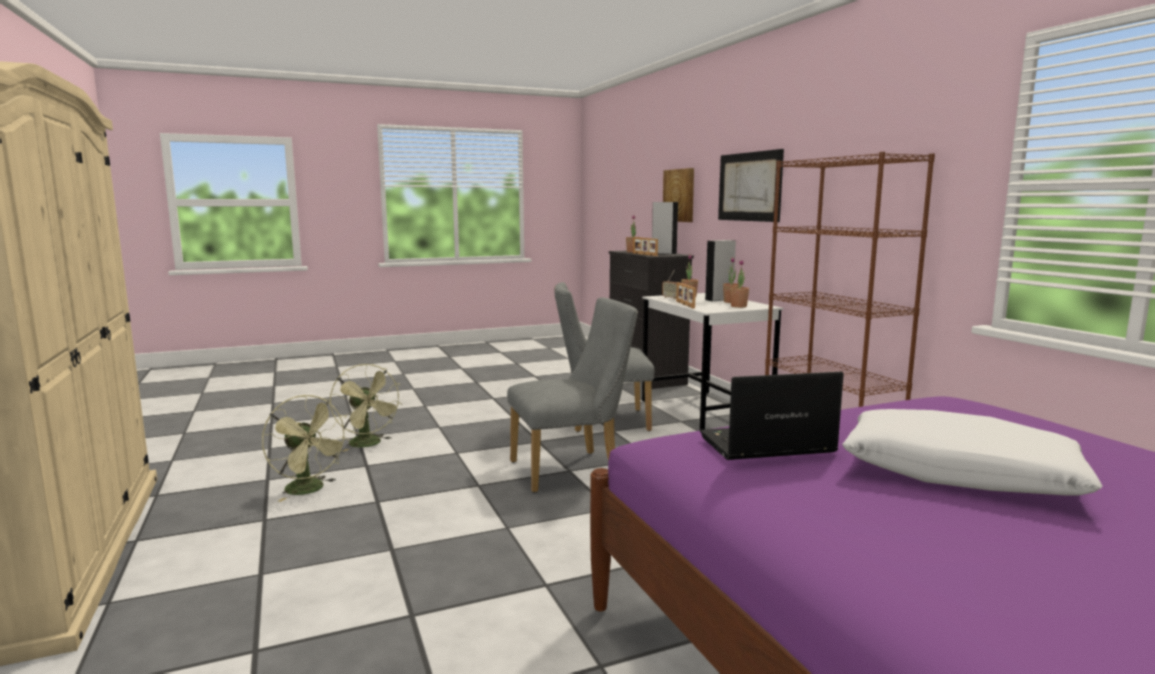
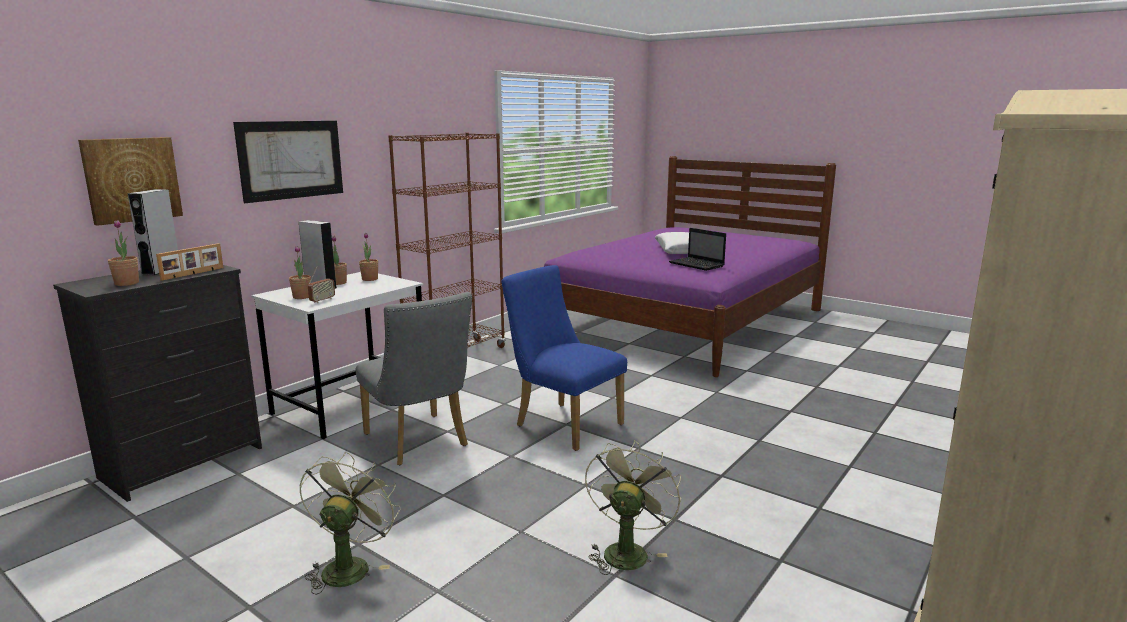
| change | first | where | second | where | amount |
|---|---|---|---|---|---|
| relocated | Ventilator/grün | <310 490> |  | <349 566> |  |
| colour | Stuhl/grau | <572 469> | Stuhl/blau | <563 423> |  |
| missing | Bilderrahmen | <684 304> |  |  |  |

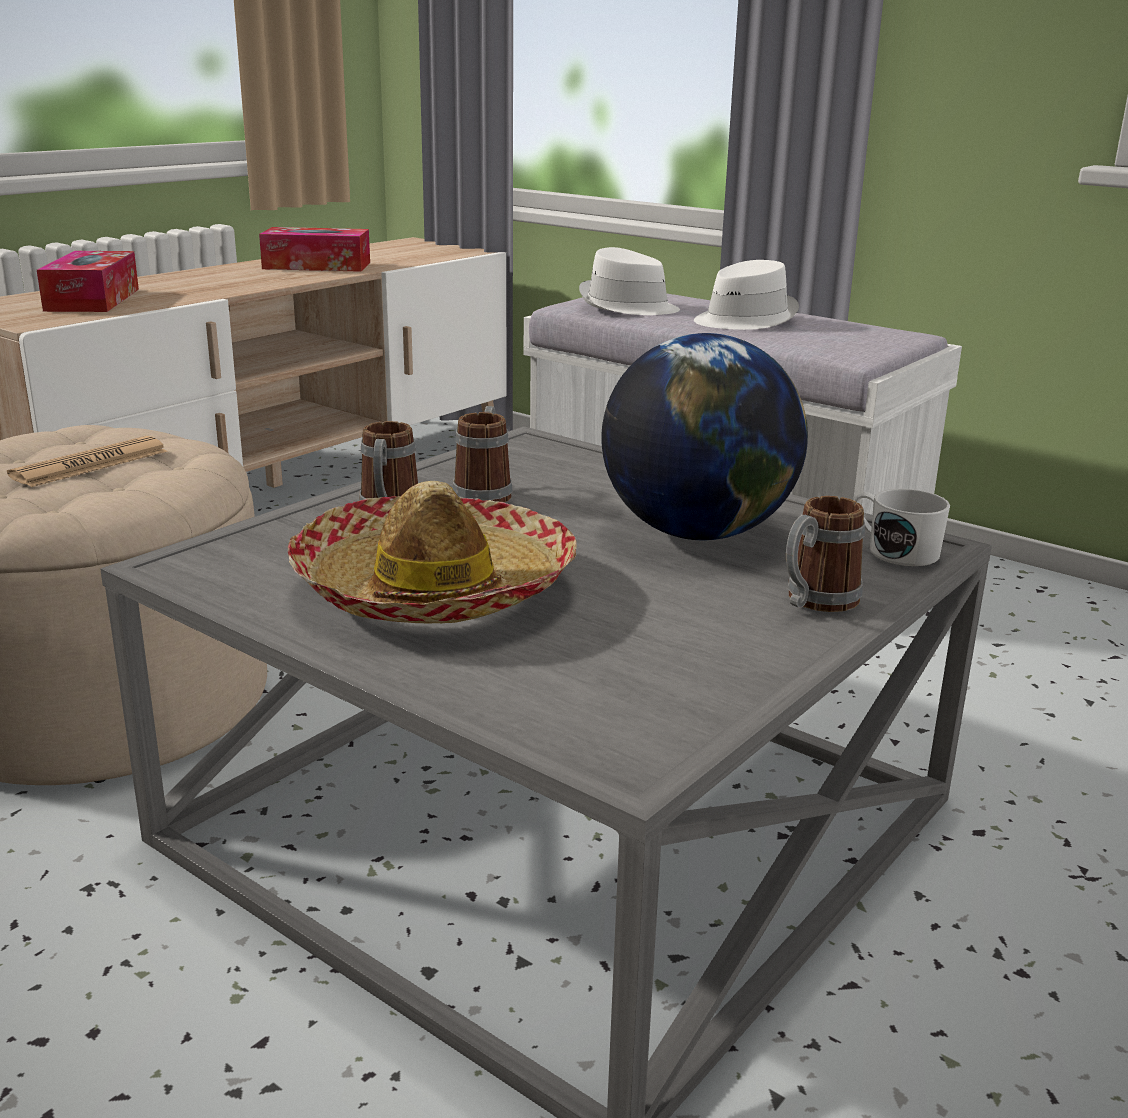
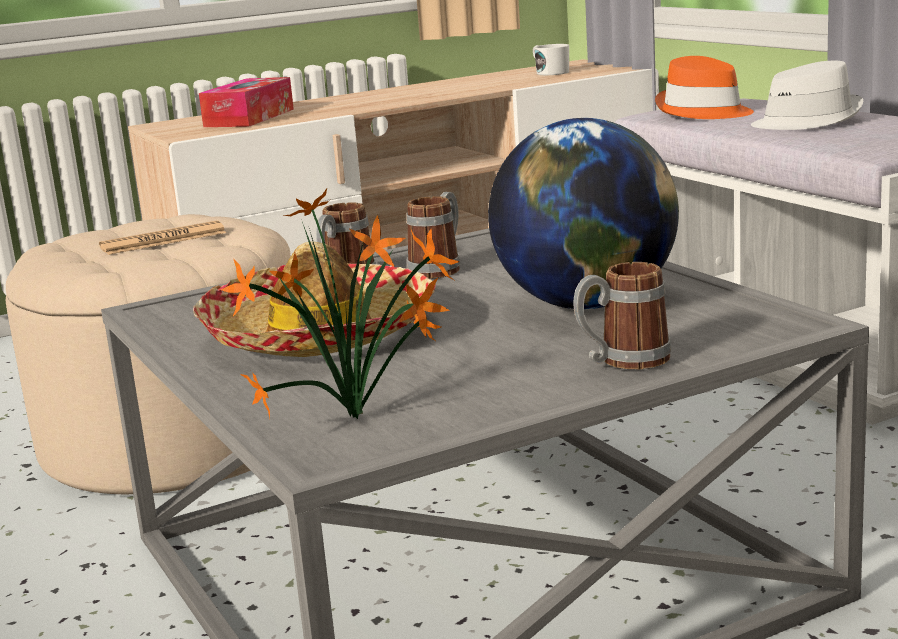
| change | first | where | second | where | amount |
|---|---|---|---|---|---|
| missing | Taschentuchbox | <317 266> |  |  |  |
| colour | Hut/weiß | <628 306> | Hut/orange | <704 111> |  |
| relocated | Henkelbecher/weiß | <894 551> |  | <549 72> |  |
| appeared |  |  | Topfpflanze | <363 418> |  |

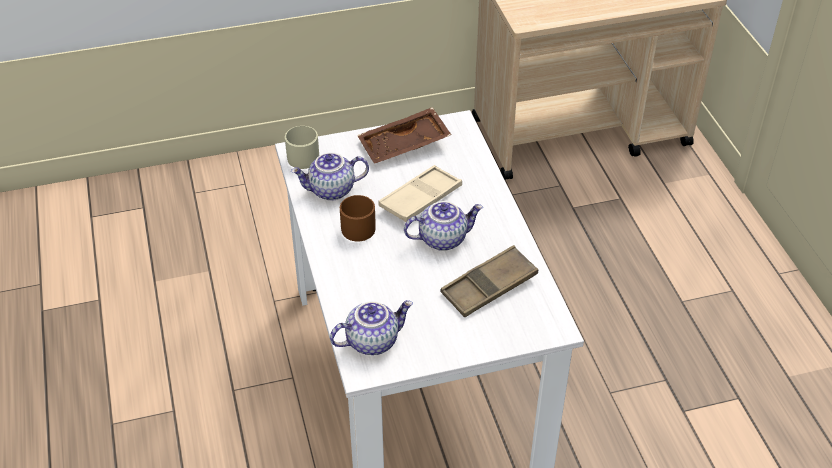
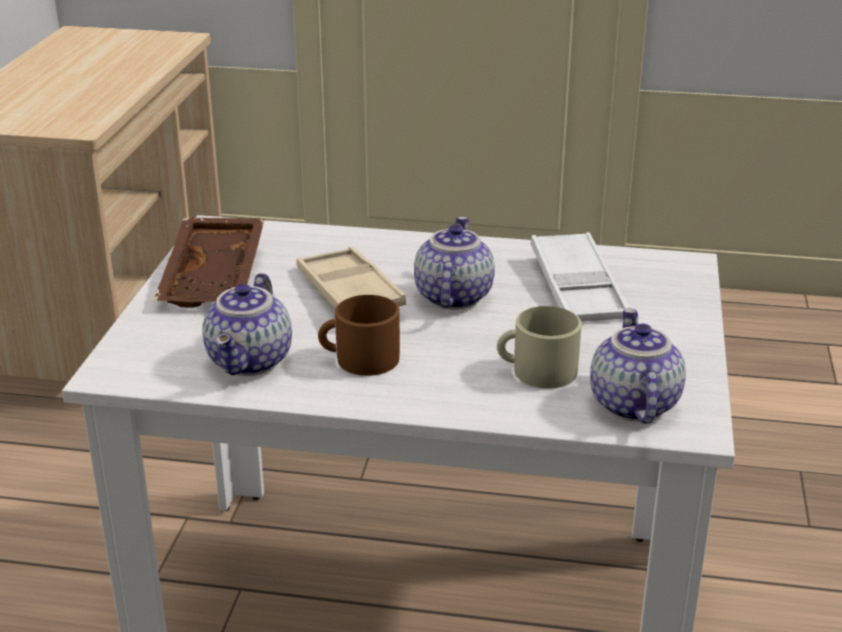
| change | first | where | second | where | amount |
|---|---|---|---|---|---|
| relocated | Henkelbecher/beige | <301 155> |  | <536 371> |  |
| colour | Tablett/braun | <489 286> | Tablett/weiß | <577 287> |  |

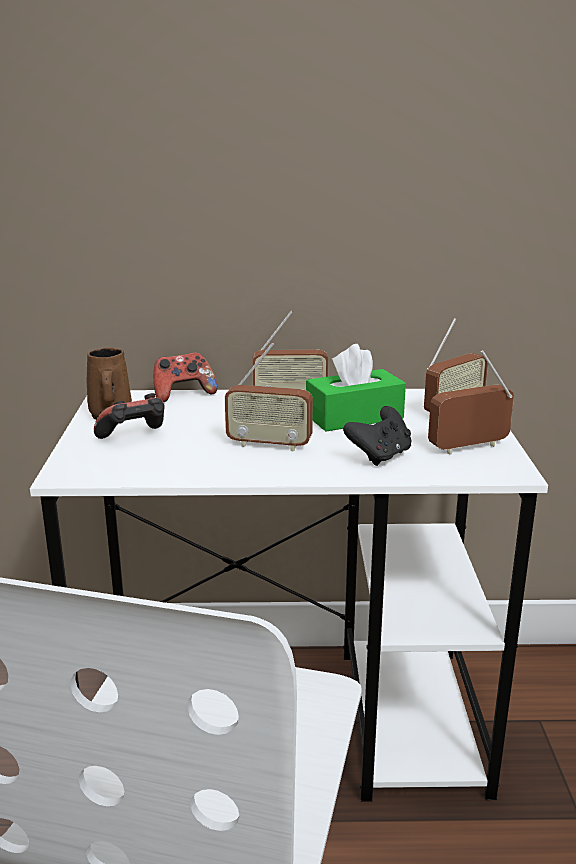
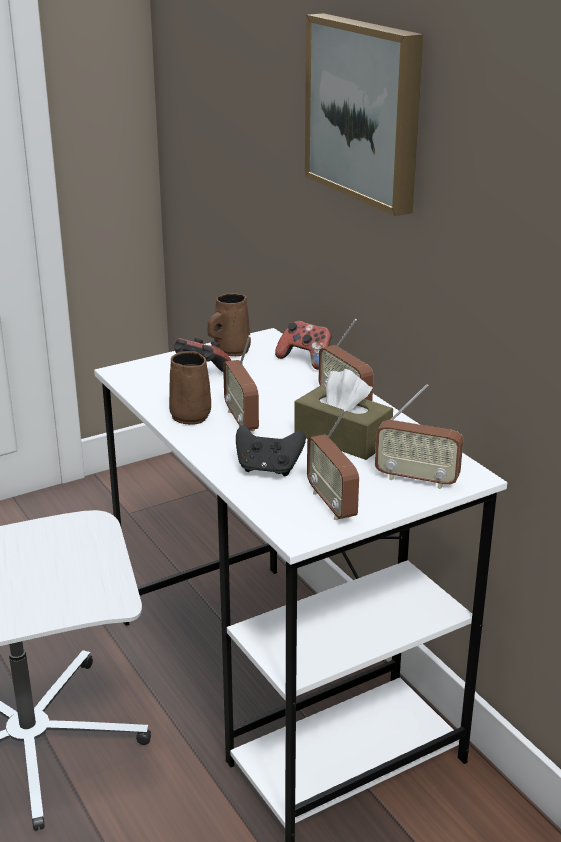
| change | first | where | second | where | amount |
|---|---|---|---|---|---|
| colour | Taschentuchbox/grün | <354 417> | Taschentuchbox/braun | <342 438> |  |
| spun | Radio | <468 447> |  | <332 504> | 150 degrees counterclockwise |
| appeared |  |  | Henkelbecher/braun | <190 415> |  |
| appeared |  |  | Bild | <367 110> |  |

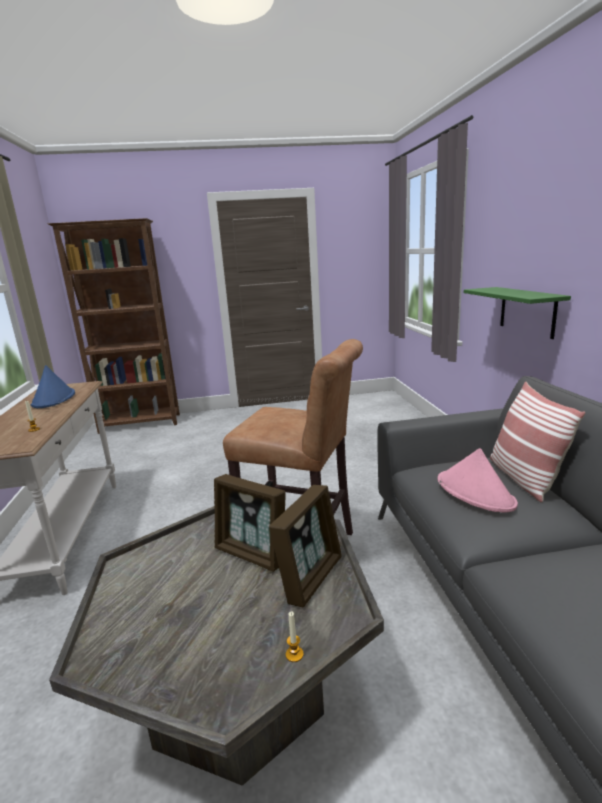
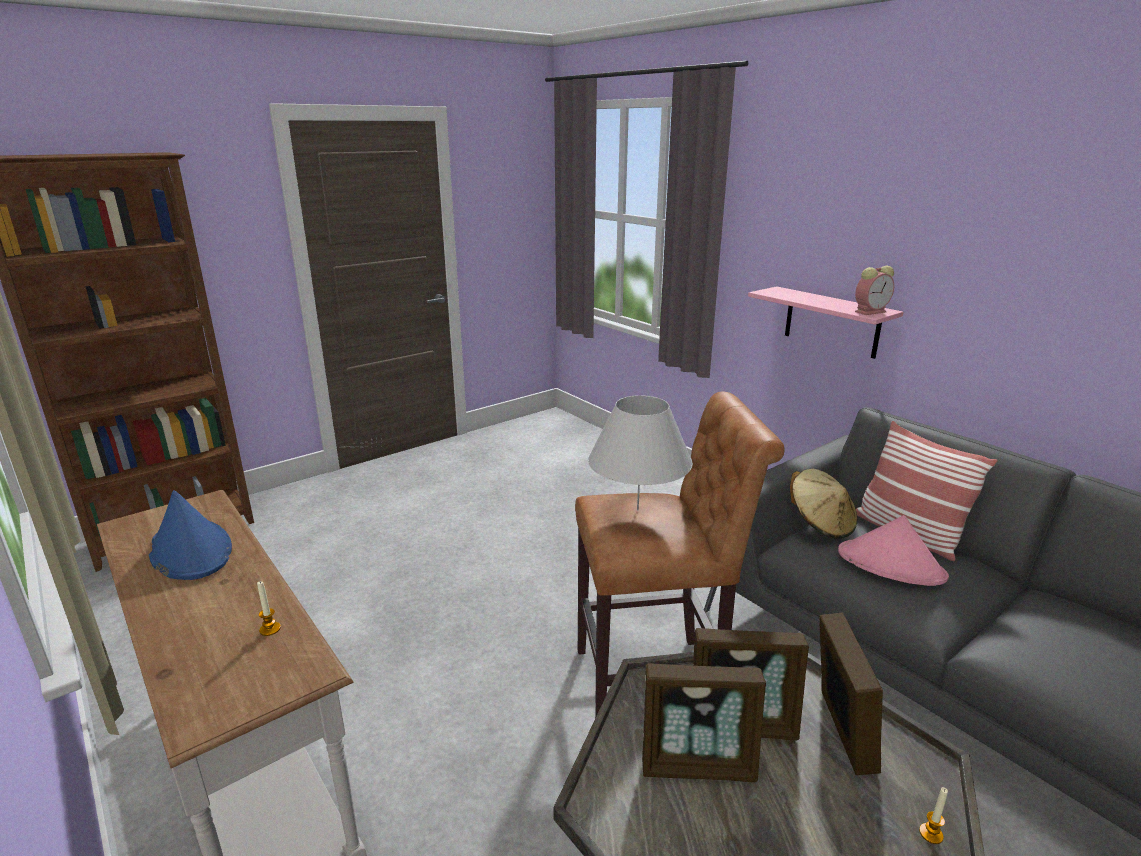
| change | first | where | second | where | amount |
|---|---|---|---|---|---|
| colour | Wandregal/grün | <527 311> | Wandregal/rosa | <831 322> |  |
| appeared |  |  | Tischlampe/weiß | <637 510> |  |
| appeared |  |  | Bilderrahmen | <698 765> |  |
| appeared |  |  | Hut/beige | <821 523> |  |
| appeared |  |  | Wecker | <871 311> |  |

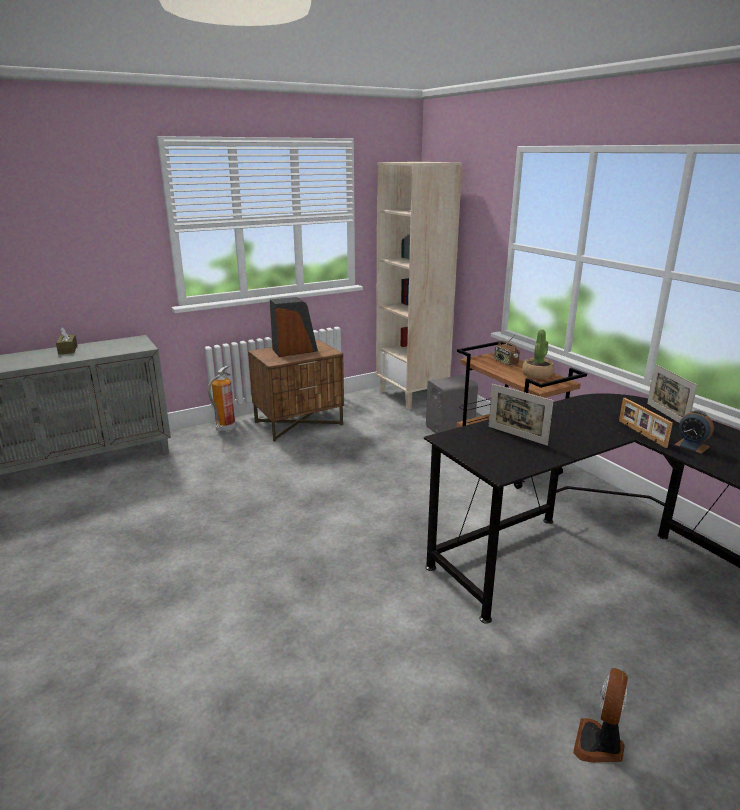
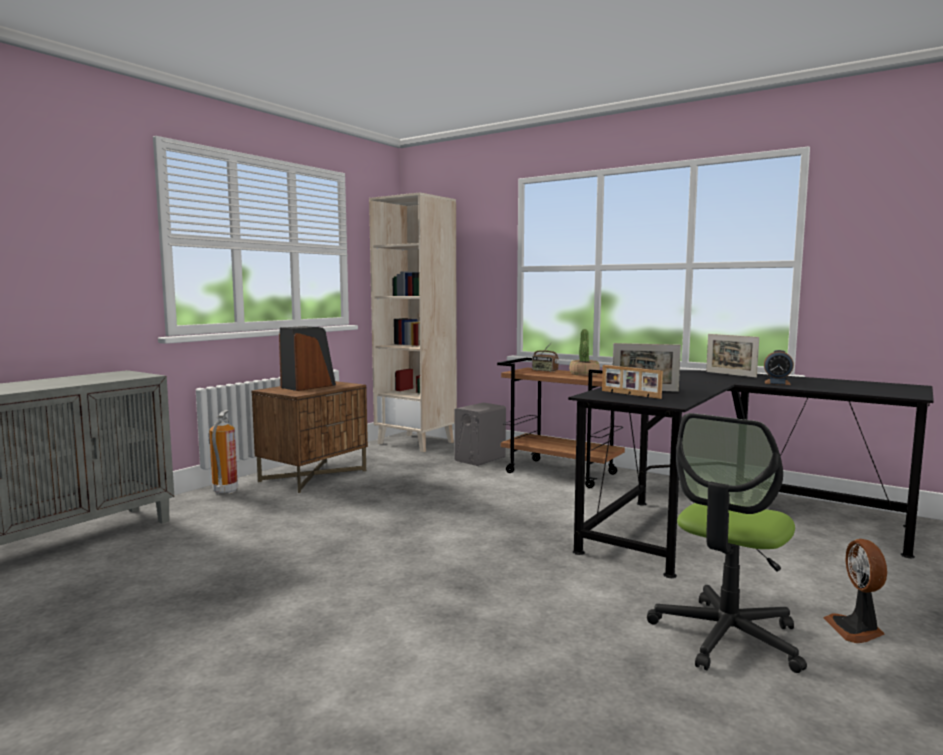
| change | first | where | second | where | amount |
|---|---|---|---|---|---|
| missing | Taschentuchbox/braun | <68 350> |  |  |  |
| relocated | Bilderrahmen | <641 433> |  | <630 394> |  |
| appeared |  |  | Bürostuhl | <726 637> |  |

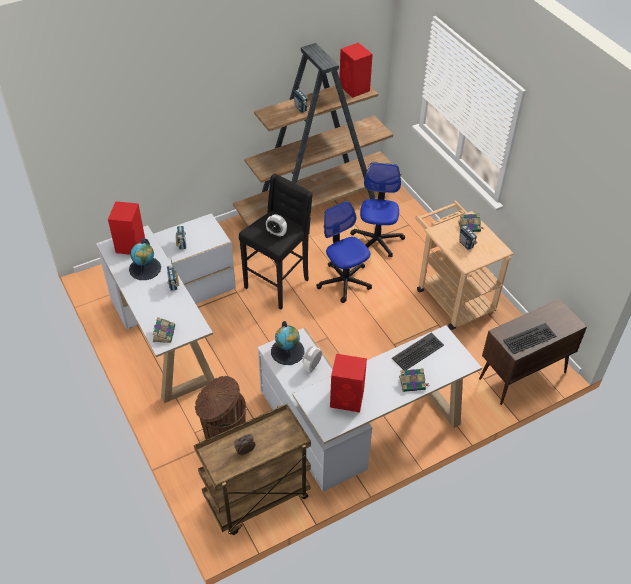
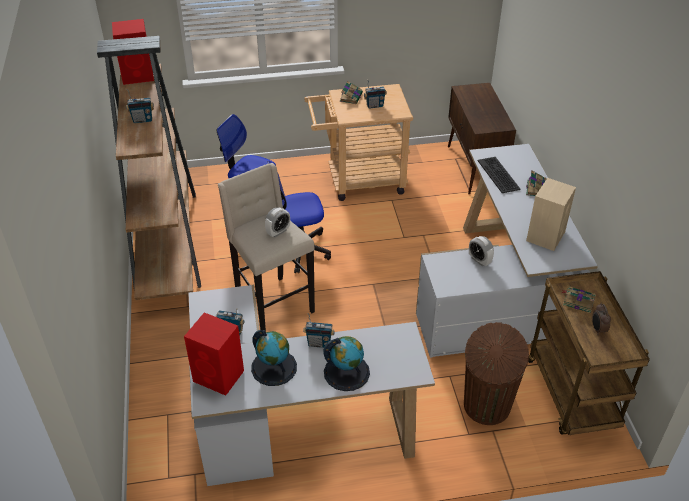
| change | first | where | second | where | amount |
|---|---|---|---|---|---|
| relocated | Buch | <164 333> |  | <578 301> |  |
| colour | Hocker/schwarz | <278 284> | Hocker/beige | <272 304> |  |
| relocated | Globus | <287 351> |  | <346 372> |  |
| colour | Lautsprecher/rot | <348 399> | Lautsprecher/beige | <546 235> |  |
| missing | Tastatur | <530 339> |  |  |  |

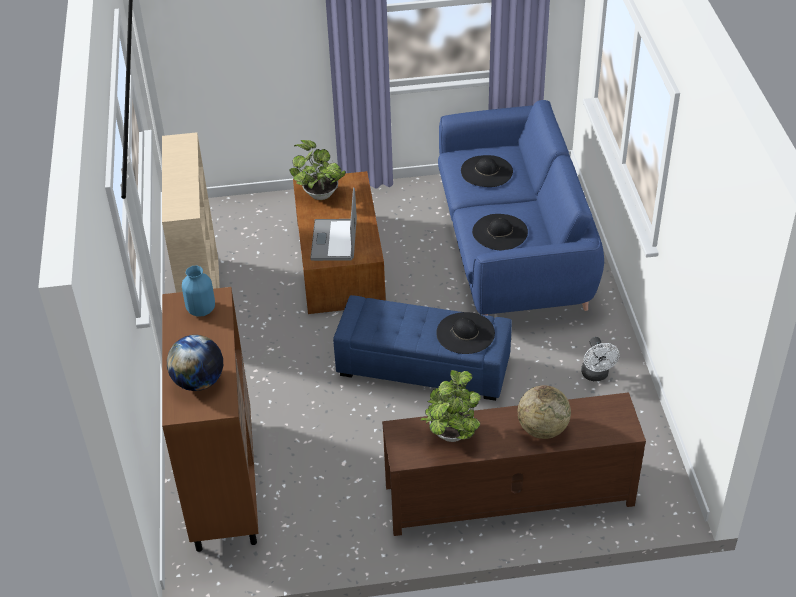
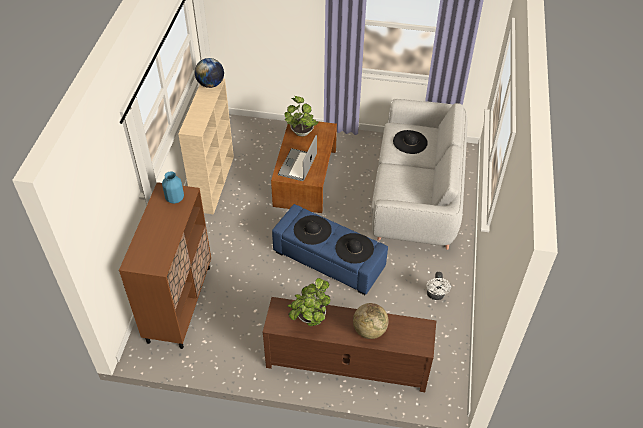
| change | first | where | second | where | amount |
|---|---|---|---|---|---|
| relocated | Globus | <199 381> |  | <211 84> |  |
| colour | Sofa/blau | <513 249> | Sofa/grau | <416 195> |  |
| relocated | Hut/schwarz | <500 232> |  | <312 230> |  |

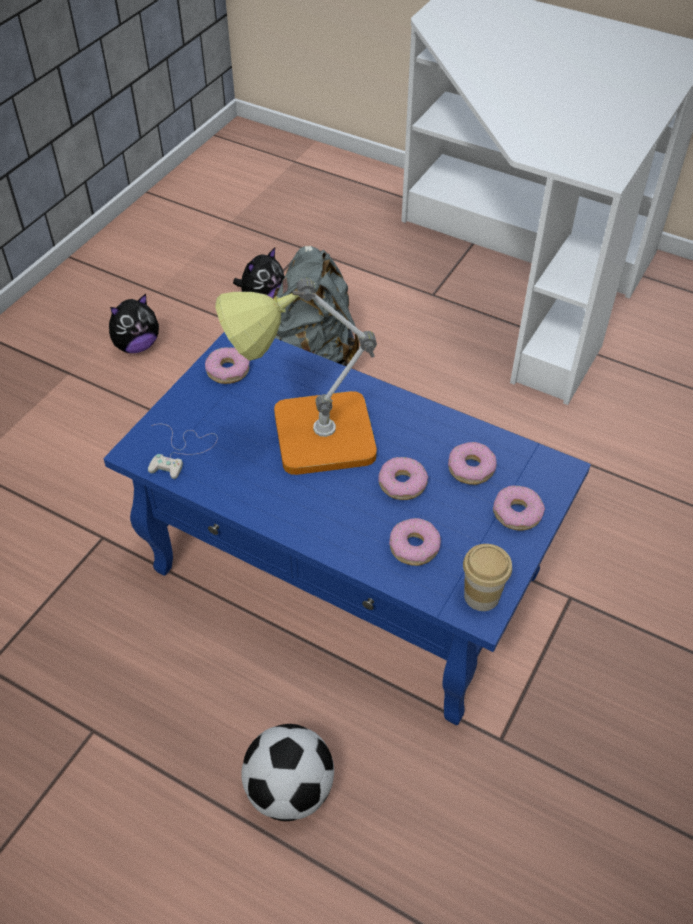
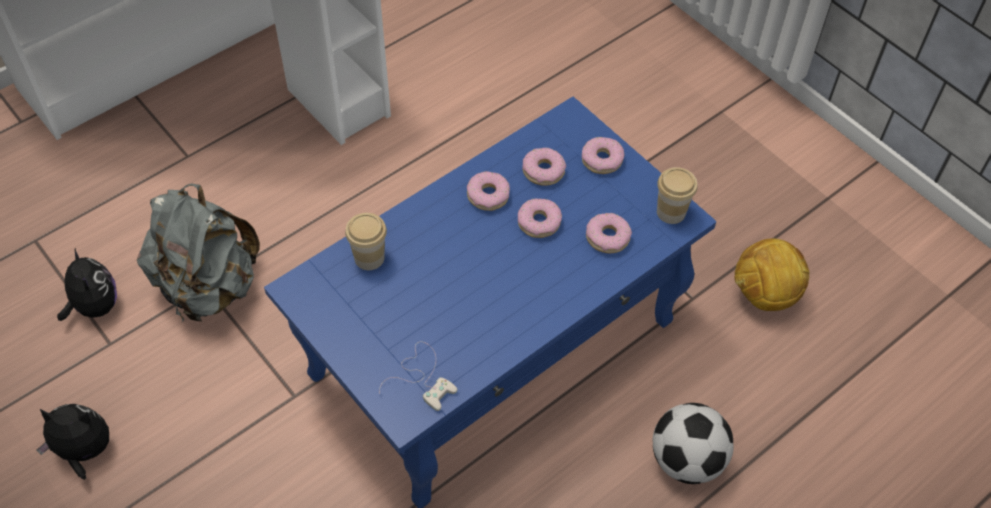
| change | first | where | second | where | amount |
|---|---|---|---|---|---|
| spun | Plüschtier | <136 345> |  | <84 452> | 75 degrees counterclockwise |
| relocated | Donut | <228 370> |  | <488 195> |  |
| missing | Tischlampe | <309 437> |  |  |  |
| appeared |  |  | Tasse | <369 258> |  |
| appeared |  |  | Fußball | <764 295> |  |

